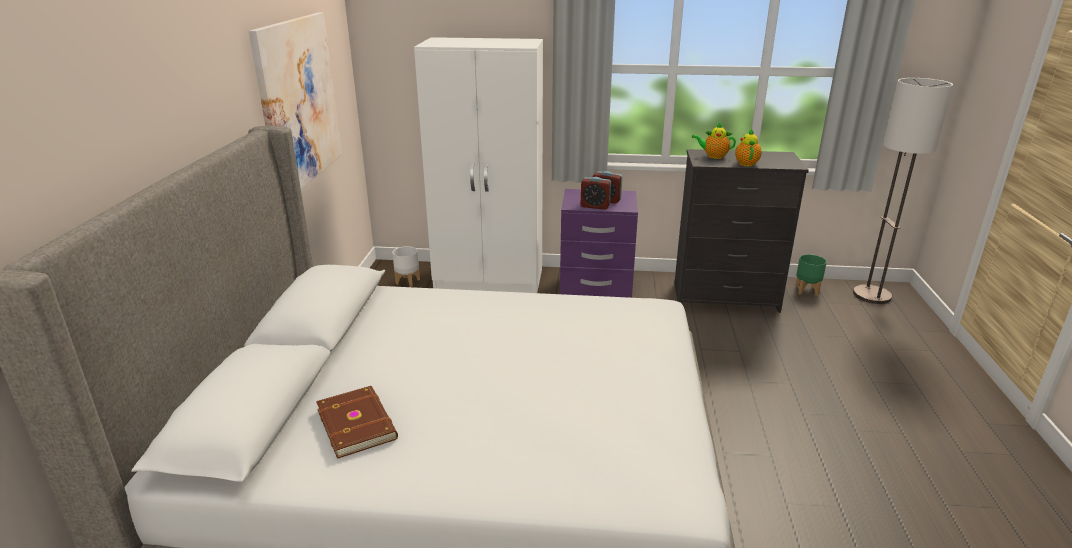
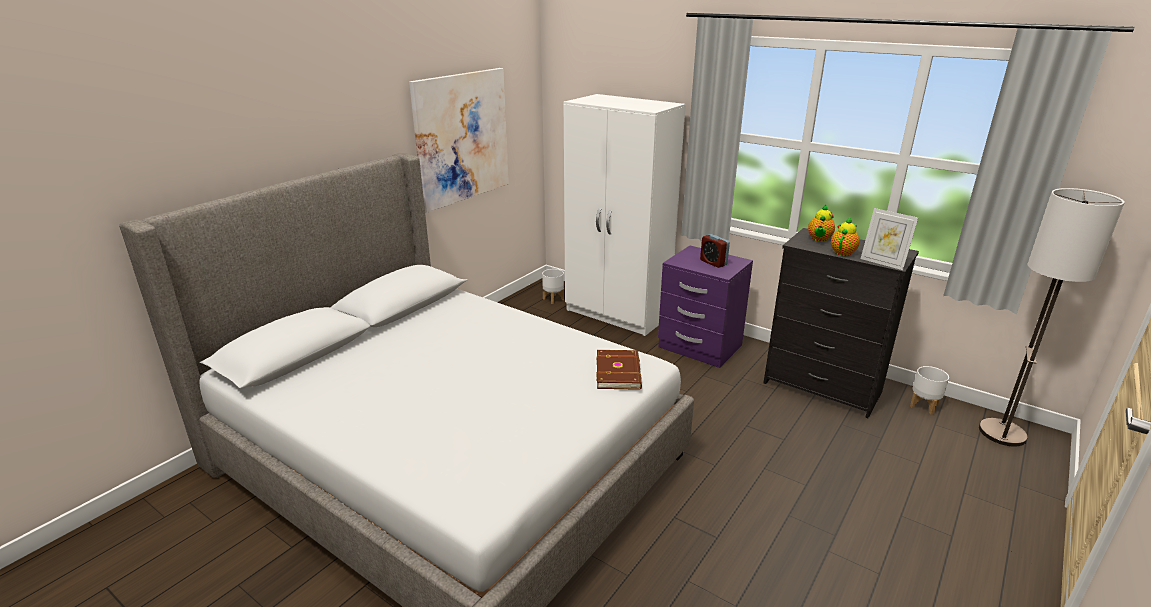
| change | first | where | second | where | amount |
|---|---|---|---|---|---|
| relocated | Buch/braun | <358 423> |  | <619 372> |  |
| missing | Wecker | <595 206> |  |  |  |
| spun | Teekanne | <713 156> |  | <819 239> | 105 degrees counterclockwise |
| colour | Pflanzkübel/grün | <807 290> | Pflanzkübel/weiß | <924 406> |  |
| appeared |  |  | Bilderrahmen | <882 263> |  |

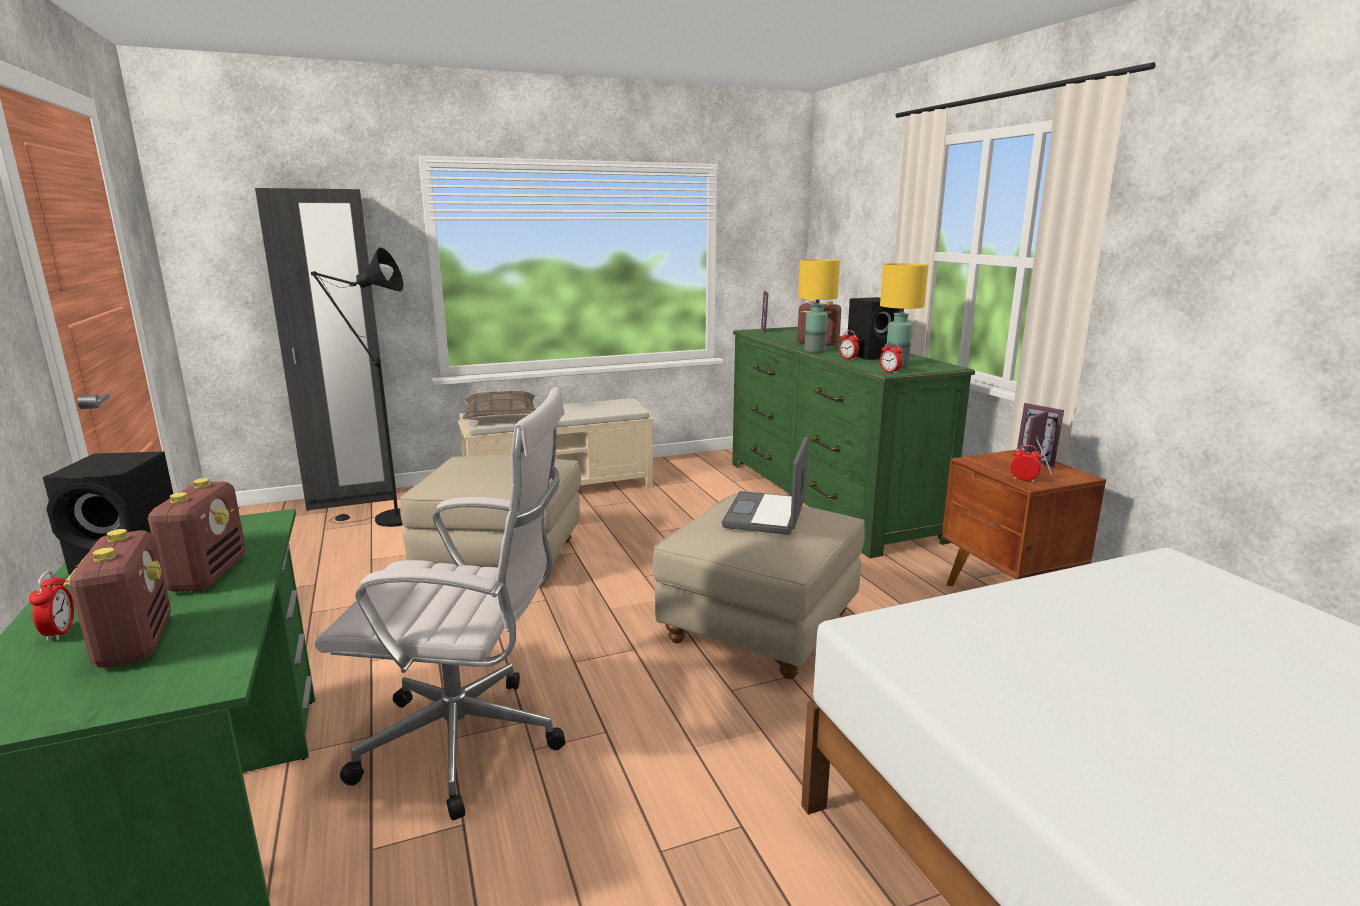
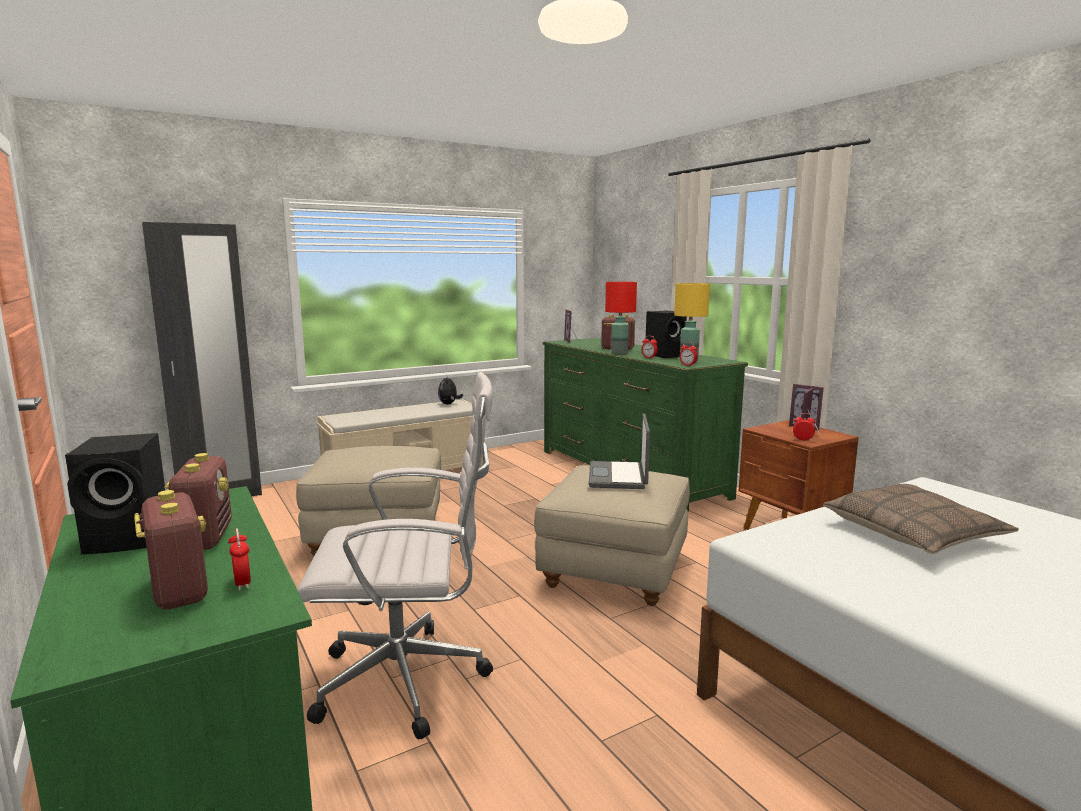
| change | first | where | second | where | amount |
|---|---|---|---|---|---|
| relocated | Wecker | <60 632> |  | <242 583> |  |
| missing | Stehlampe/schwarz | <388 519> |  |  |  |
| relocated | Kissen | <501 417> |  | <913 534> |  |
| colour | Tischlampe/gelb | <815 351> | Tischlampe/rot | <619 353> |  |
| appeared |  |  | Plüschtier | <449 404> |  |

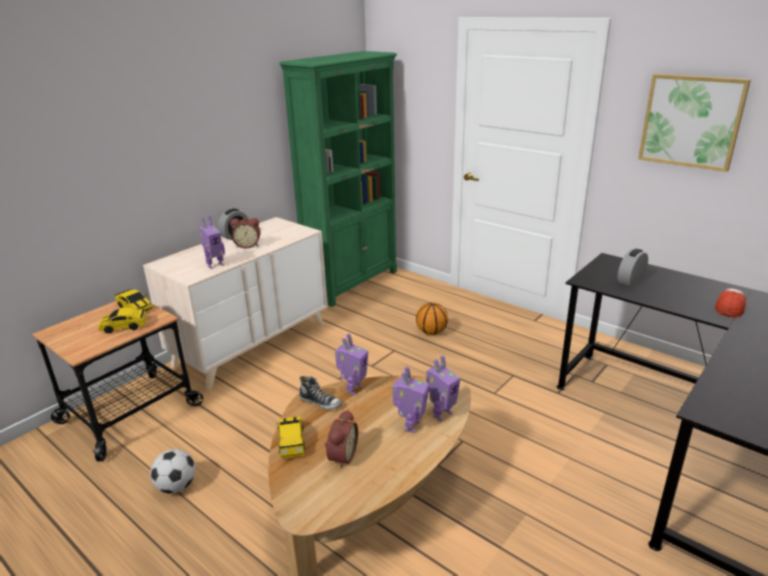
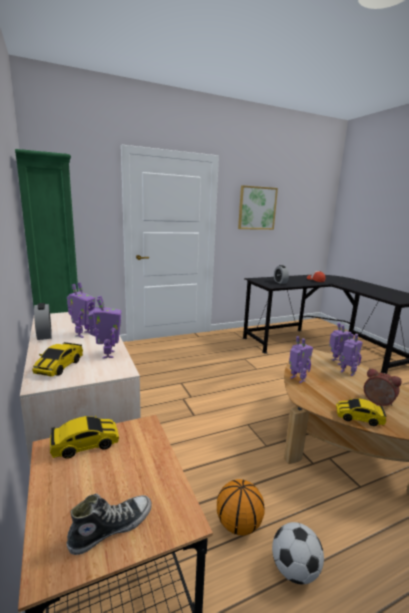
| change | first | where | second | where | amount |
|---|---|---|---|---|---|
| relocated | Spielzeugauto | <124 327> |  | <59 366> |  |
| exchanged | Wecker | <248 245> | Spielzeugroboter | <83 334> |  |
| relocated | Schuh | <320 402> |  | <111 528> |  |
| relocated | Basketball | <431 332> |  | <238 524> |  |

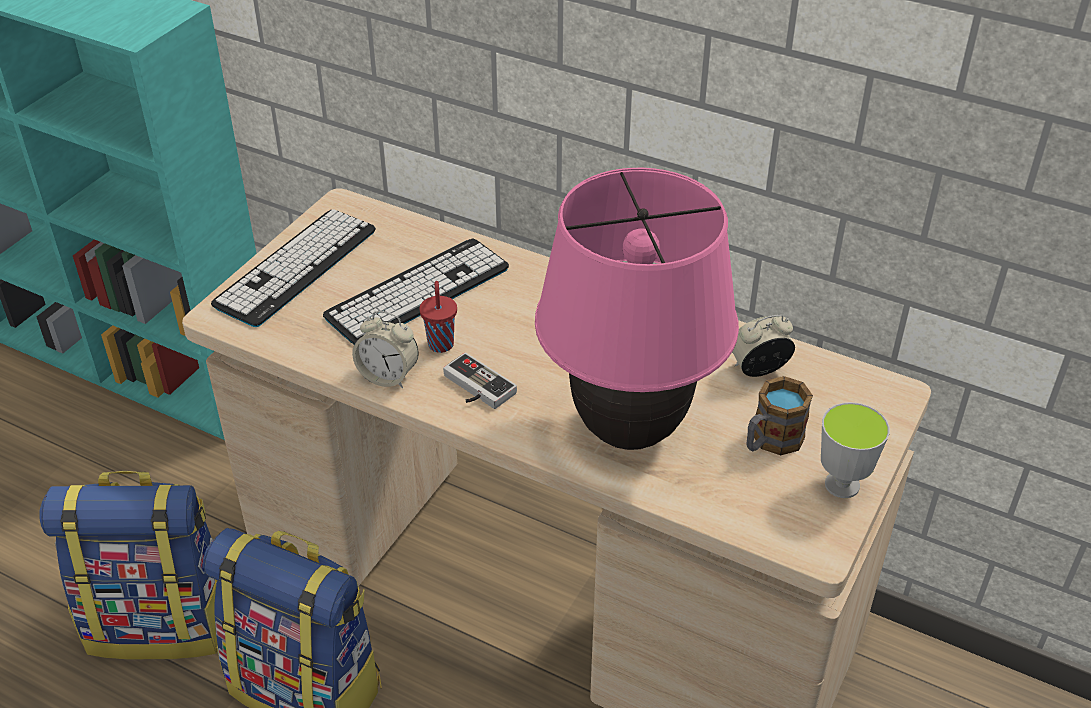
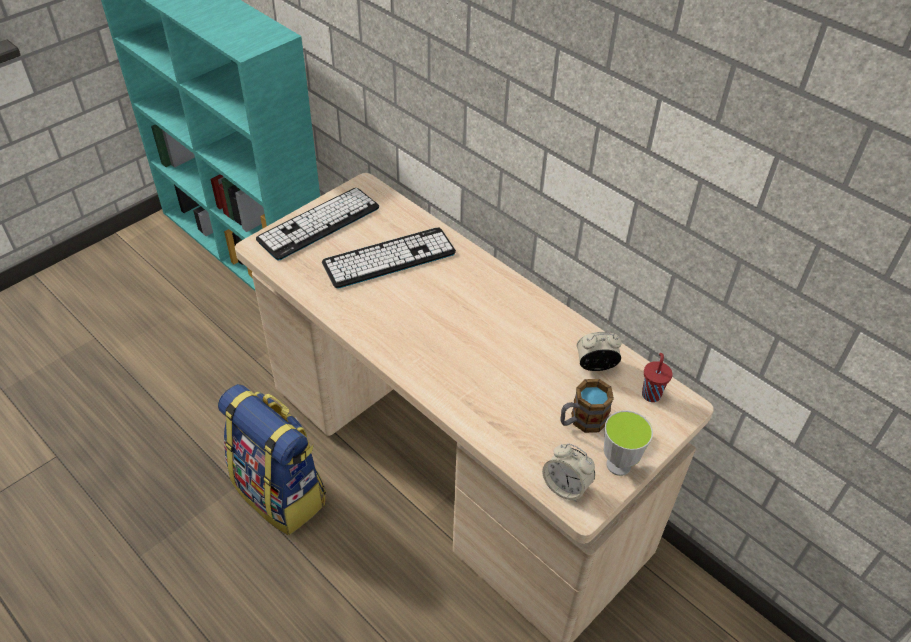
| change | first | where | second | where | amount |
|---|---|---|---|---|---|
| missing | Rucksack | <162 622> |  |  |  |
| relocated | Wecker | <388 376> |  | <566 486> |  |
| relocated | Tasse/rot | <440 343> |  | <651 394> |  |
| missing | Gamepad | <474 388> |  |  |  |
| missing | Tischlampe/rosa | <628 431> |  |  |  |

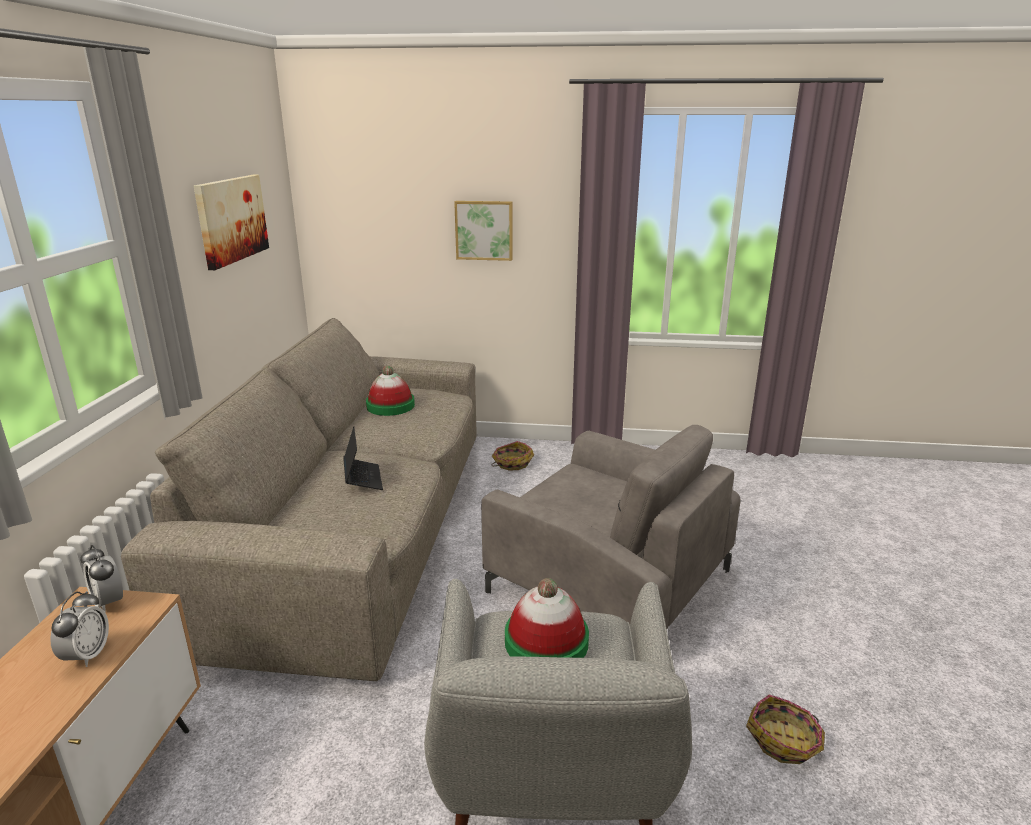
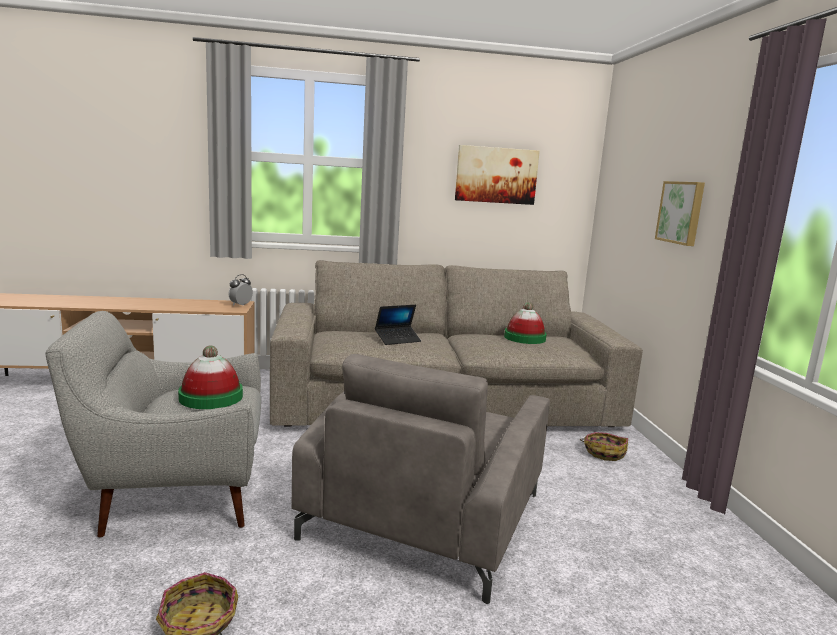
| change | first | where | second | where | amount |
|---|---|---|---|---|---|
| missing | Wecker | <87 655> |  |  |  |

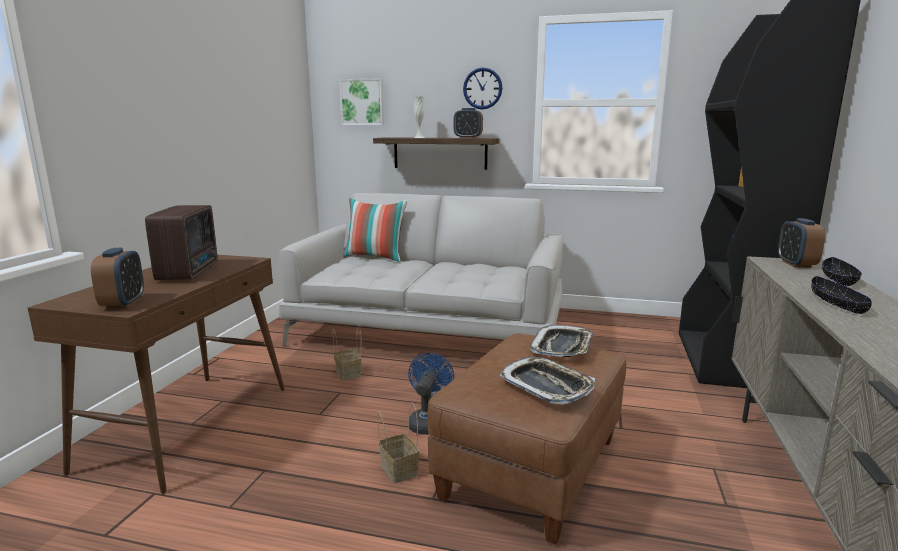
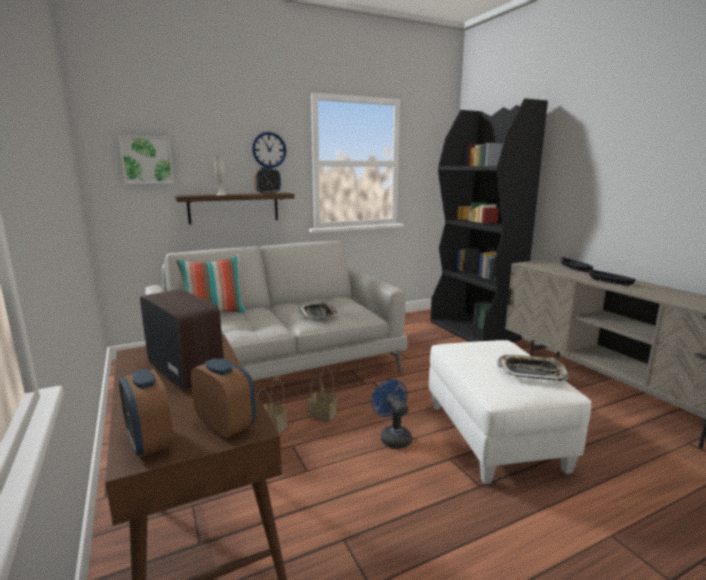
| change | first | where | second | where | amount |
|---|---|---|---|---|---|
| relocated | Korb | <398 469> |  | <322 414> |  |
| colour | Polsterhocker/braun | <532 470> | Polsterhocker/weiß | <495 437> |  |
| relocated | Tablett | <562 347> |  | <318 314> |  |
| relocated | Wecker | <796 264> |  | <149 442> |  |

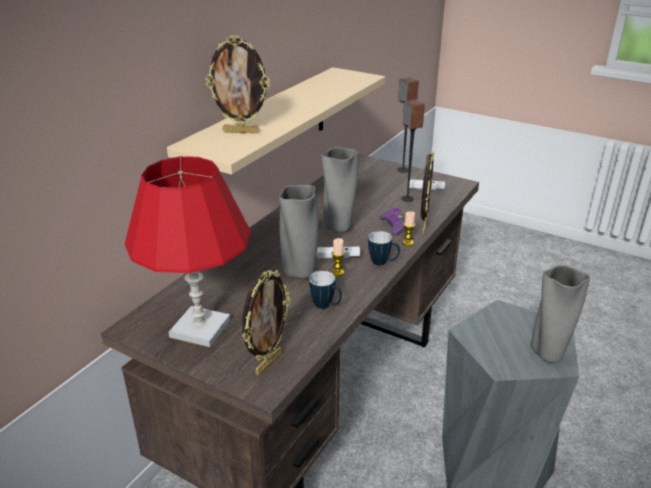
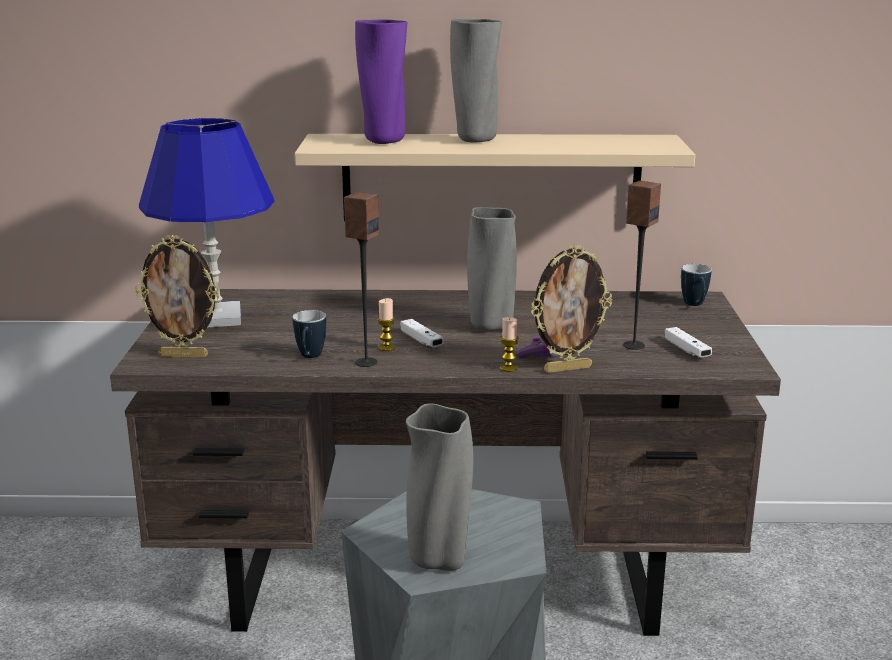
| change | first | where | second | where | amount |
|---|---|---|---|---|---|
| colour | Tischlampe/rot | <200 328> | Tischlampe/blau | <216 317> |  |
| exchanged | Bilderrahmen | <241 131> | Vase/lila | <383 142> |  |
| relocated | Vase/grau | <299 273> |  | <474 140> |  |
| relocated | Henkelbecher | <383 263> |  | <695 305> |  |
| relocated | Lautsprecher | <402 170> |  | <365 362> |  |

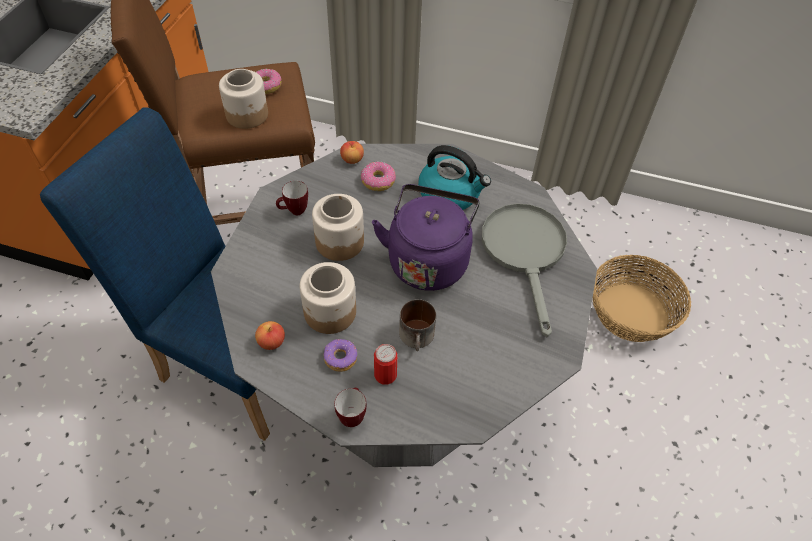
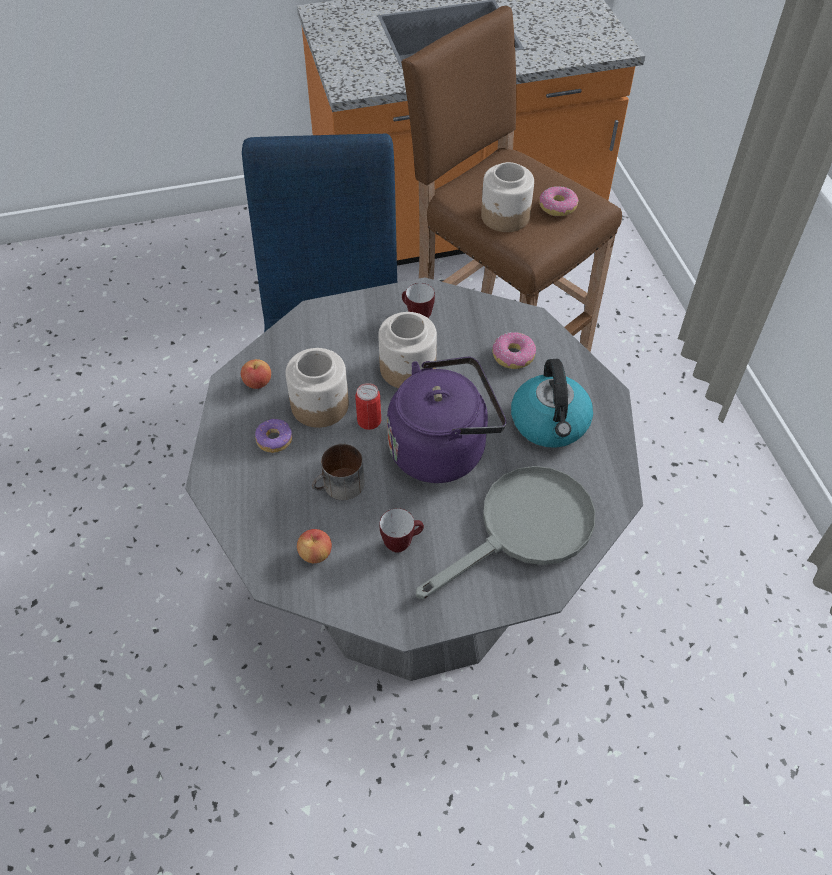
| change | first | where | second | where | amount |
|---|---|---|---|---|---|
| relocated | Henkelbecher | <352 415> |  | <402 543> |  |
| relocated | Apfel | <352 159> |  | <315 554> |  |
| relocated | Dose | <385 375> |  | <369 421> |  |
| missing | Korb | <632 312> |  |  |  |

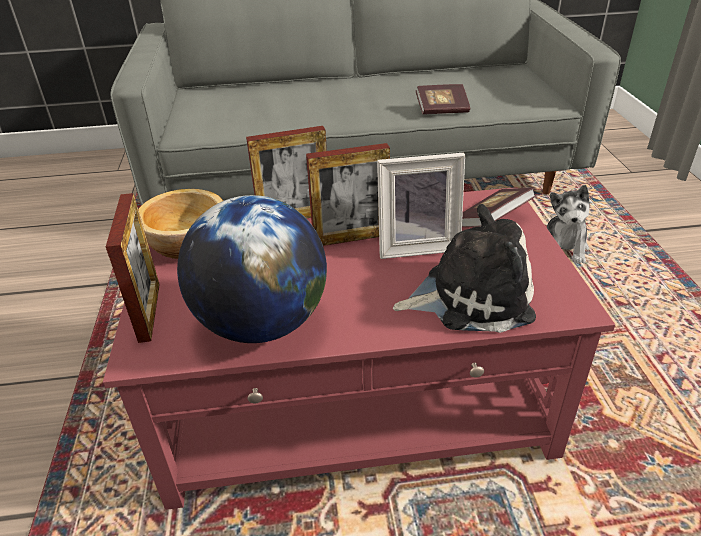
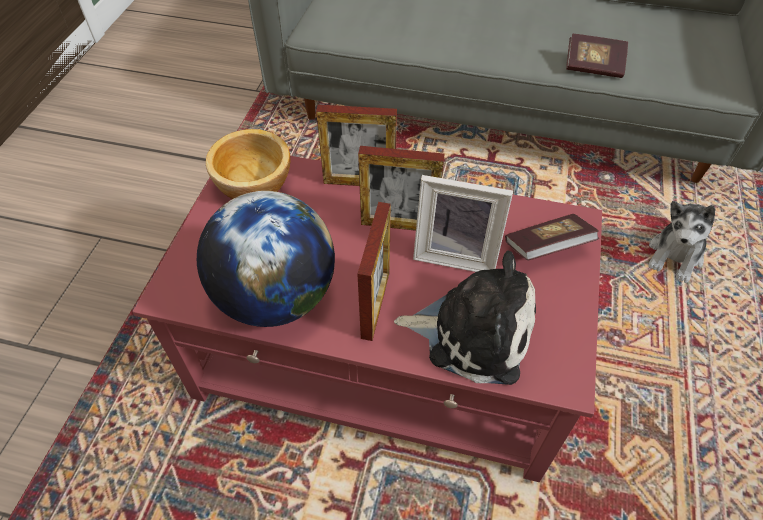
| change | first | where | second | where | amount |
|---|---|---|---|---|---|
| relocated | Bilderrahmen | <149 311> |  | <375 304> |  |

